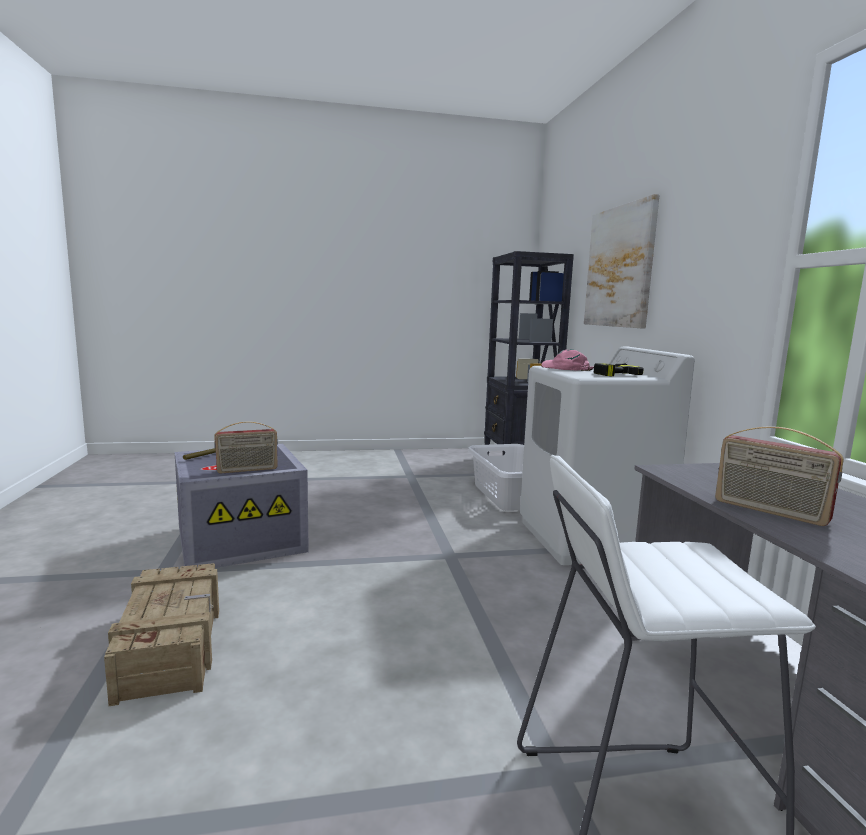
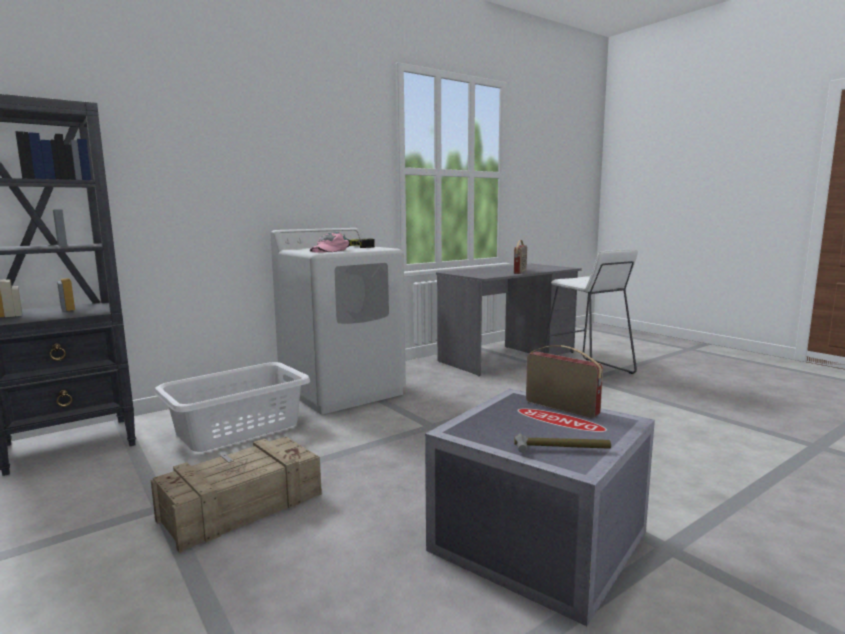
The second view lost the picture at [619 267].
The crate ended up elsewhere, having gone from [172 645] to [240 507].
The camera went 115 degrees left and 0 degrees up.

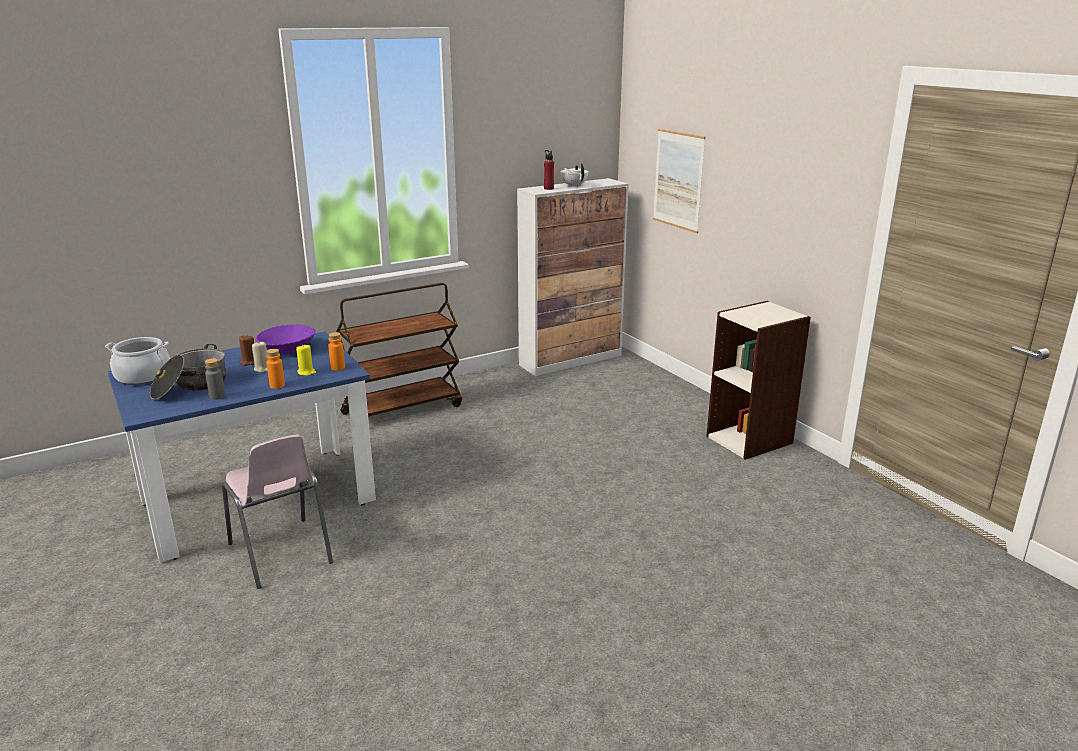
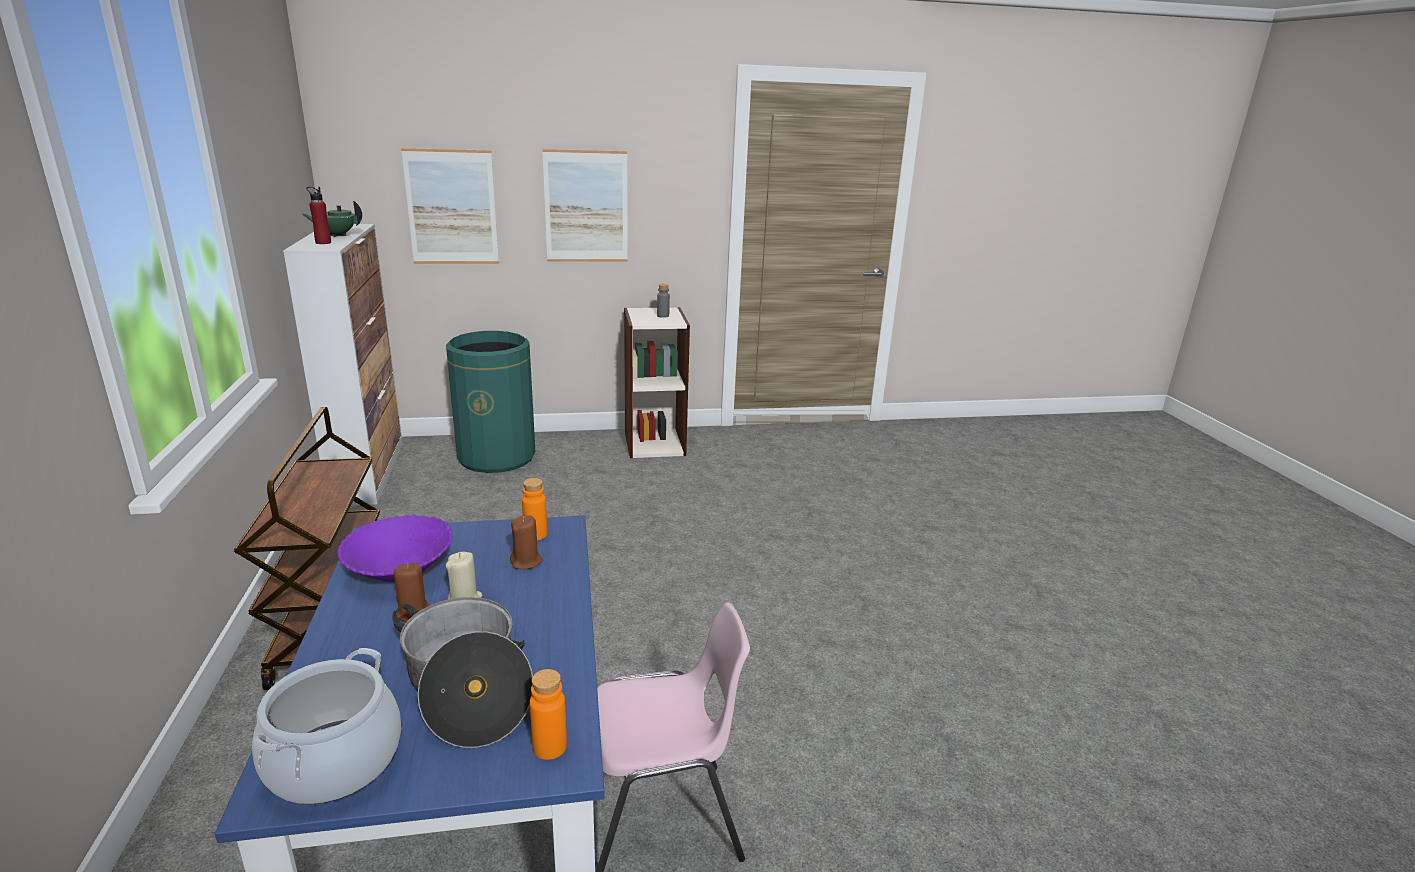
The second view gained the green trash can at [497 457].
The second view gained the picture at [586 207].
The grey bottle ended up elsewhere, having gone from [217 396] to [663 316].
The orange bottle ended up elsewhere, having gone from [277 385] to [549 747].
What was the yellow candle at [306 372] turned into the brown candle at [526 562].
What was the white teapot at [574 186] turned into the green teapot at [336 235].
The camera went 70 degrees left and 0 degrees up.

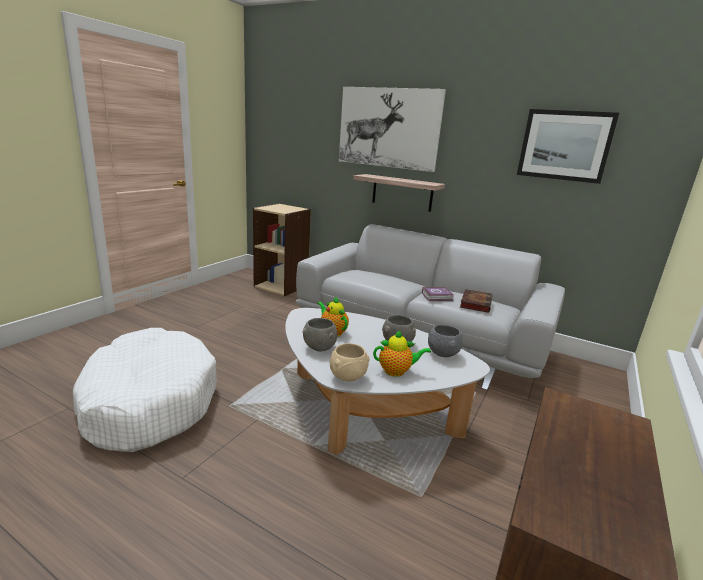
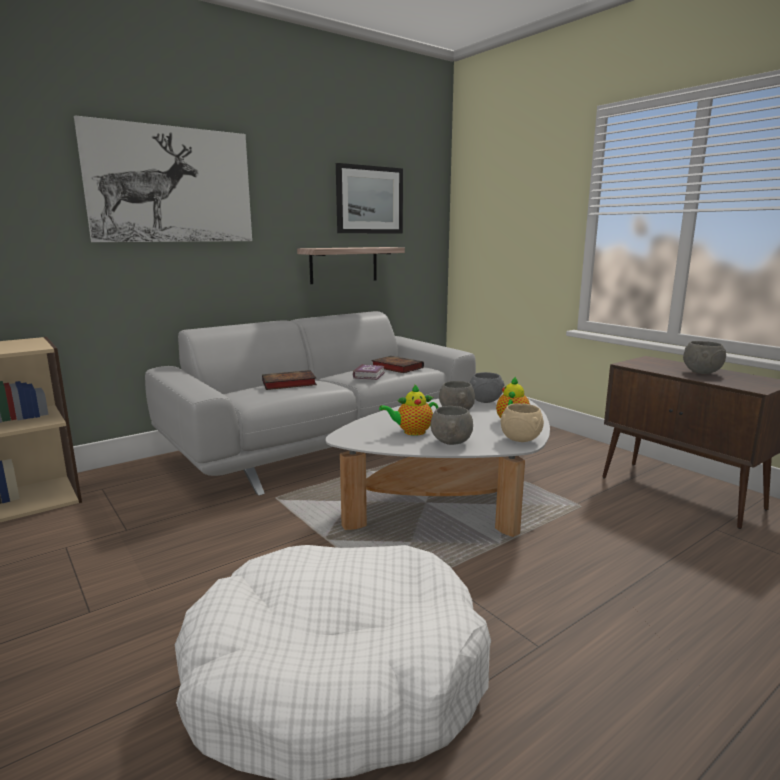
The second view gained the book at [287 384].
The second view gained the grey bowl at [700 373].
The shelf ended up elsewhere, having gone from [402 192] to [344 265].
The camera went 65 degrees left and 5 degrees down.

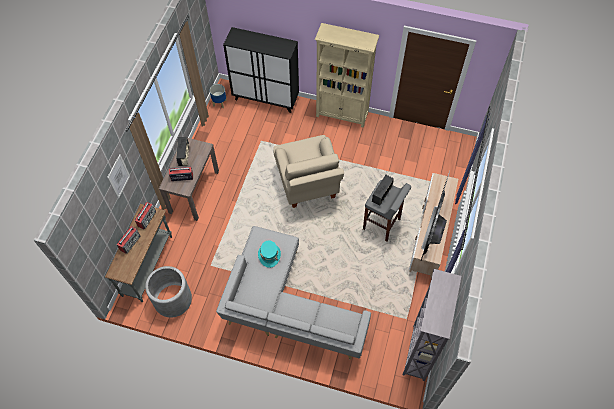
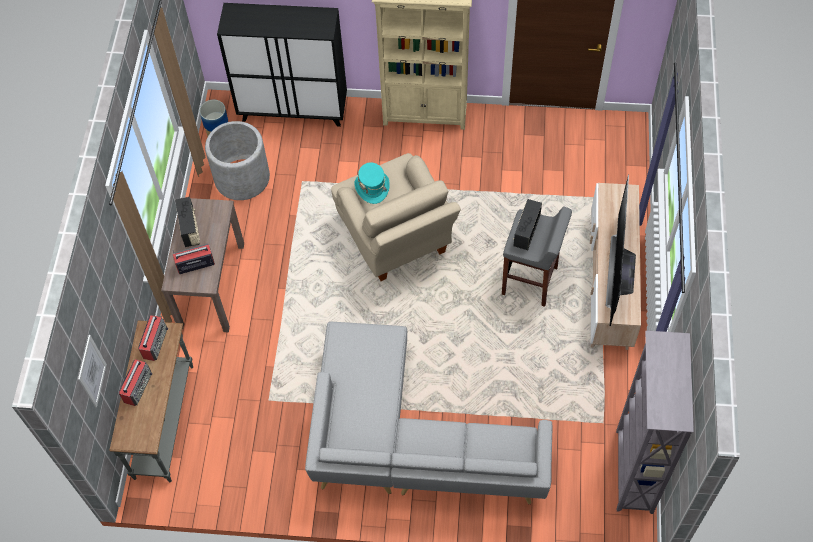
The picture ended up elsewhere, having gone from [118 176] to [92 371].
The grey planter ended up elsewhere, having gone from [173 299] to [242 178].
The turquoise hat ended up elsewhere, having gone from [269 255] to [372 187].
The camera went 10 degrees left and 0 degrees up.

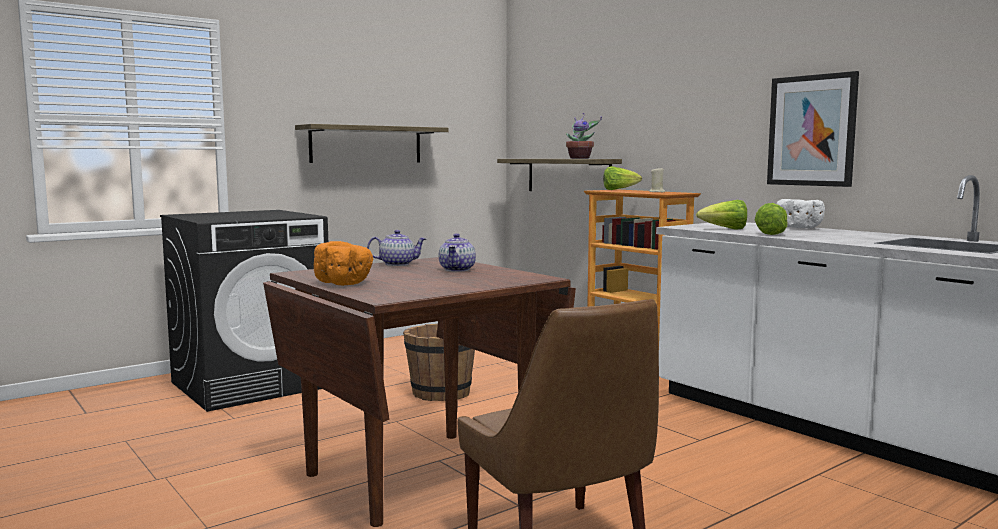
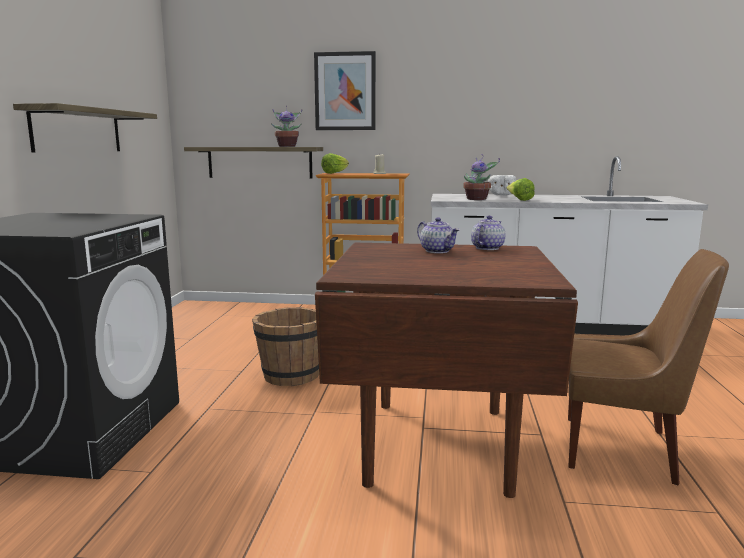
The second view lost the orange bowl at [344 283].
The teapot ended up elsewhere, having gone from [397 264] to [487 248].
The picture ended up elsewhere, having gone from [812 130] to [345 91].
Where the lettuce stood at [725 229], the potted plant came to stand at [477 199].
The camera went 45 degrees left and 5 degrees up.

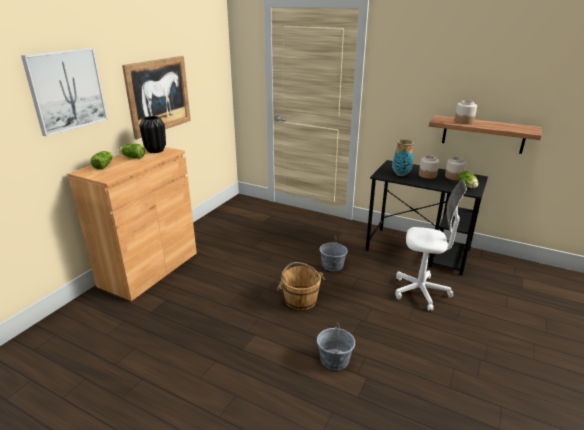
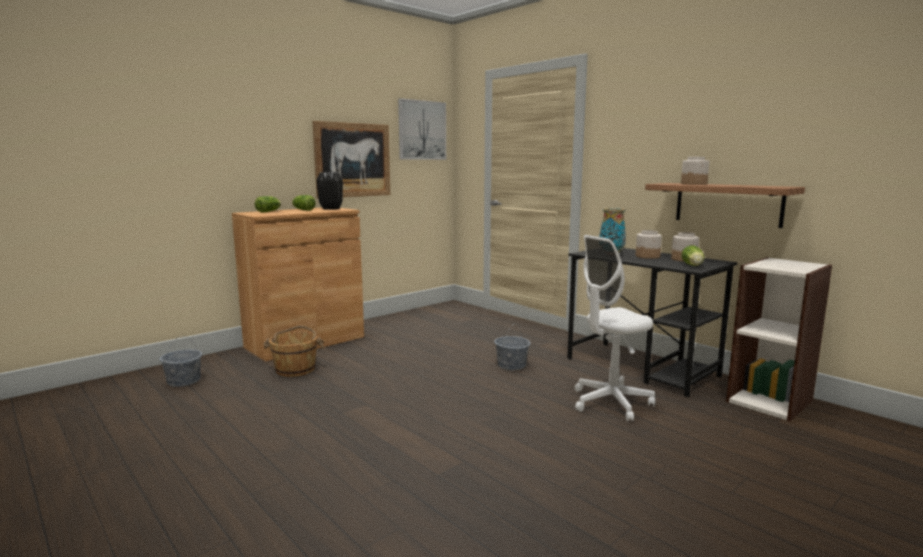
The second view gained the bookcase at [770 400].
The picture ended up elsewhere, having gone from [67 90] to [422 130].
The brown bucket ended up elsewhere, having gone from [300 299] to [296 369].
The grey bucket ended up elsewhere, having gone from [334 359] to [184 381].
The white office chair at [421 292] ended up facing another way, 120 degrees clockwise from before.
The camera went 20 degrees right and 15 degrees down.

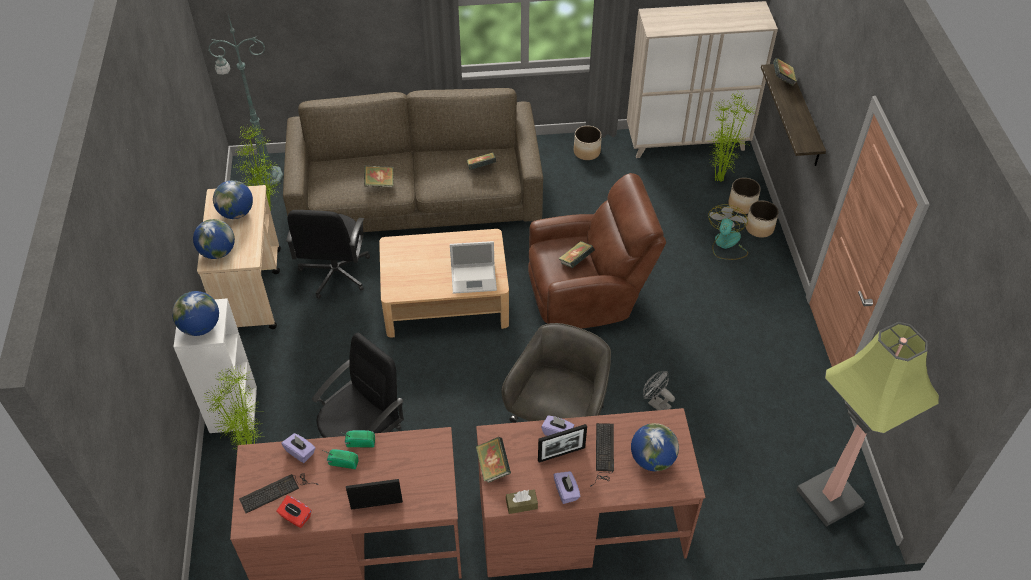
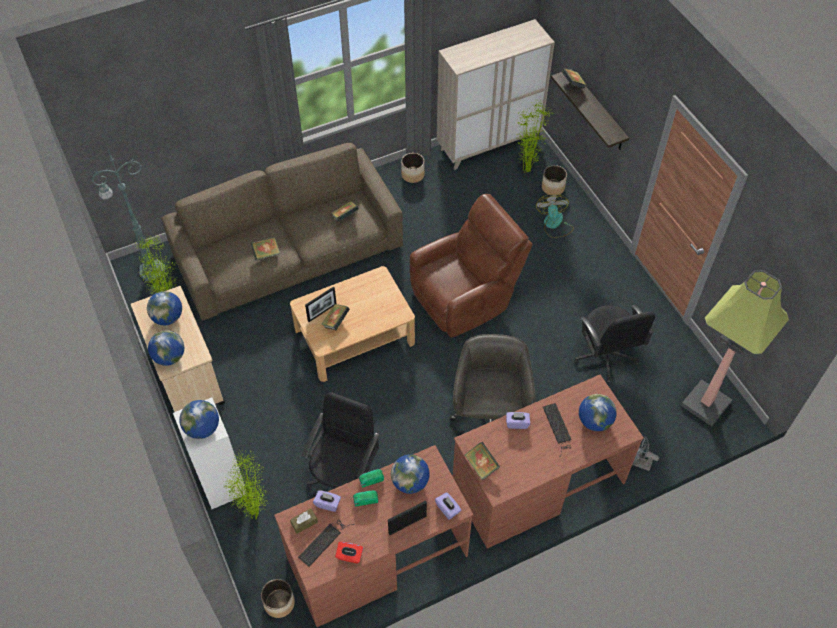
The second view lost the laptop at [474 278].
The second view gained the globe at [410 482].
The black office chair ended up elsewhere, having gone from [335 273] to [605 356].
The brown tissue box ended up elsewhere, having gone from [521 504] to [304 523].
The picture frame ended up elsewhere, having gone from [561 454] to [322 312].
The purple tissue box ended up elsewhere, having gone from [566 492] to [448 509].
The book ended up elsewhere, having gone from [576 261] to [336 322].
The grey fan ended up elsewhere, having gone from [656 403] to [638 463].
The planter ended up elsewhere, having gone from [759 228] to [279 603].
The camera went 20 degrees left and 5 degrees up.

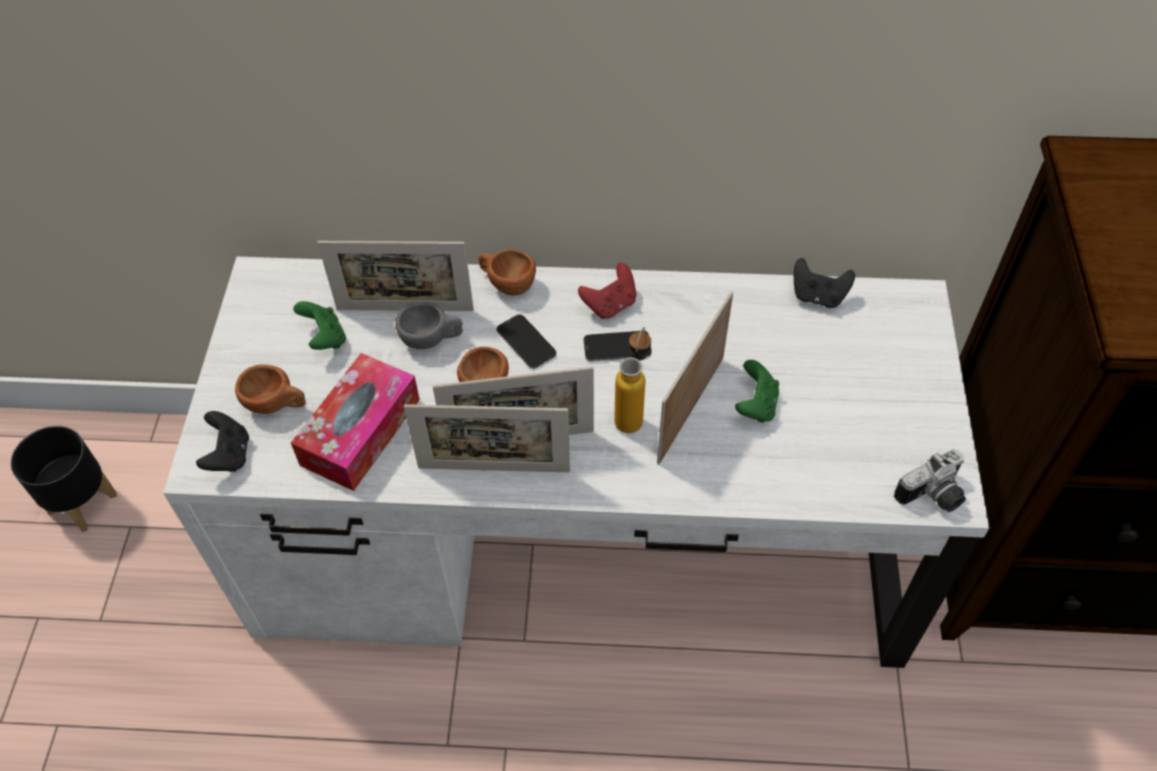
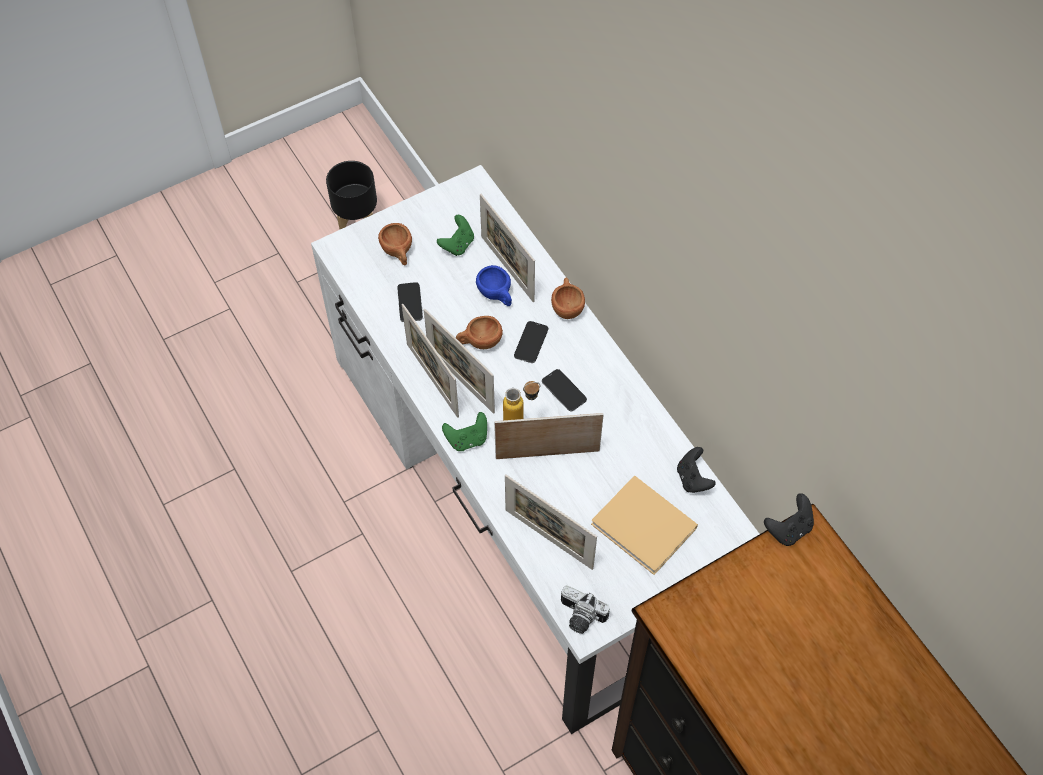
The second view lost the red game controller at [610 305].
The second view gained the picture frame at [548 539].
The second view gained the beige book at [646 528].
The black game controller ended up elsewhere, having gone from [229 455] to [788 529].
The green game controller ended up elsewhere, having gone from [756 405] to [467 439].
Where the tissue box stood at [360 432], the phone came to stand at [410 303].
What was the grey cup at [431 339] turned into the blue cup at [496 295].
The camera went 55 degrees right and 5 degrees up.

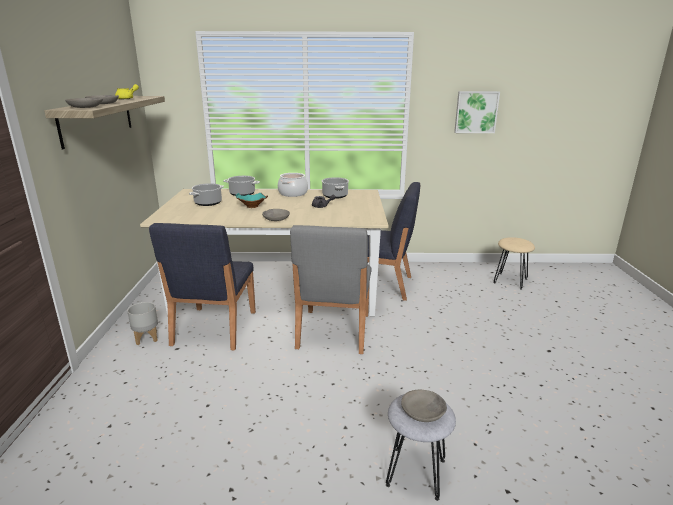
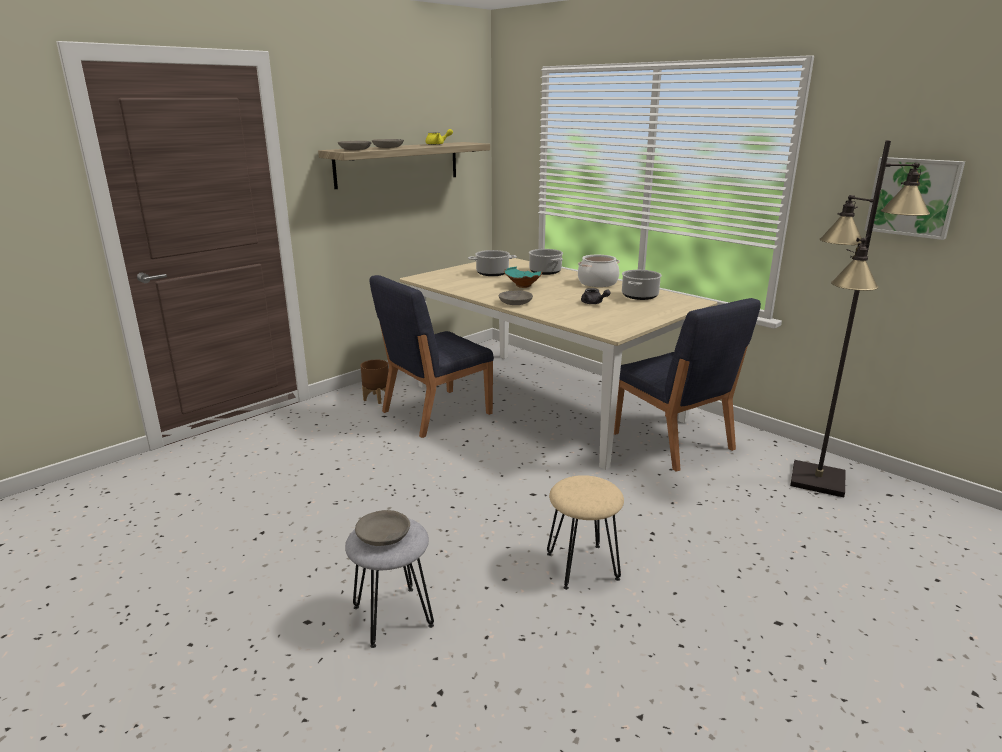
The second view lost the grey chair at [333 331].
The second view gained the black floor lamp at [818 480].
The beige stool ended up elsewhere, having gone from [510 281] to [582 566].
What was the grey planter at [146 338] turned into the brown planter at [377 398].
The camera went 45 degrees right and 0 degrees up.

